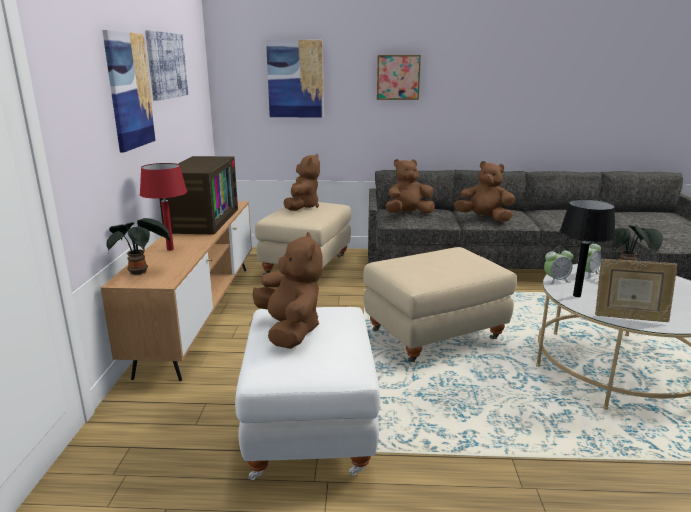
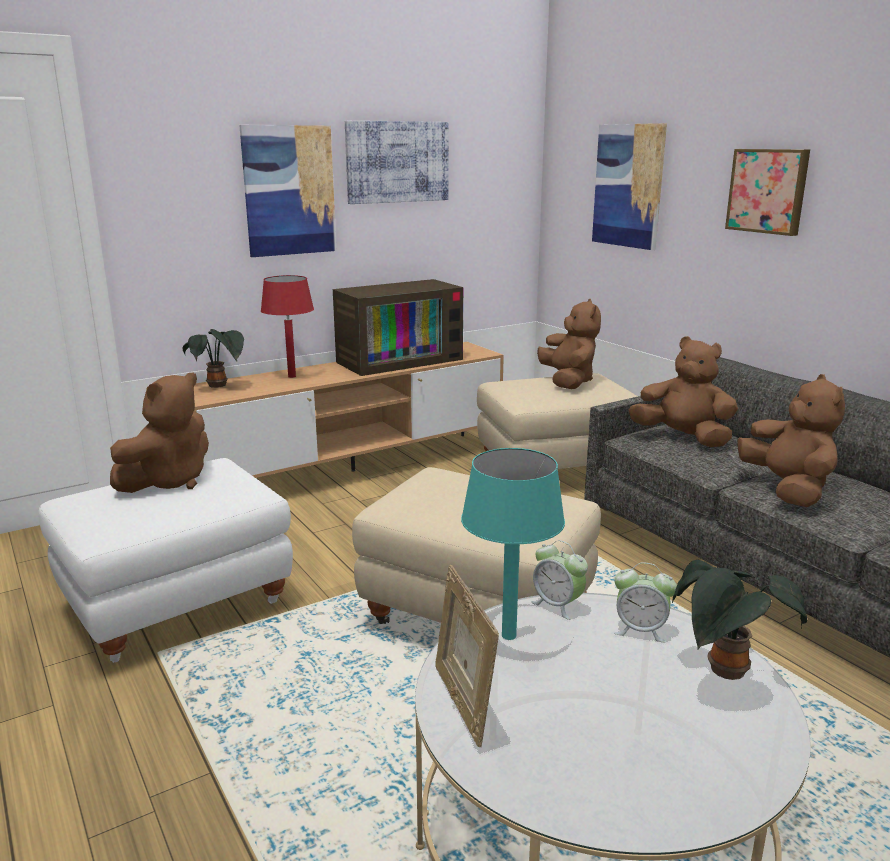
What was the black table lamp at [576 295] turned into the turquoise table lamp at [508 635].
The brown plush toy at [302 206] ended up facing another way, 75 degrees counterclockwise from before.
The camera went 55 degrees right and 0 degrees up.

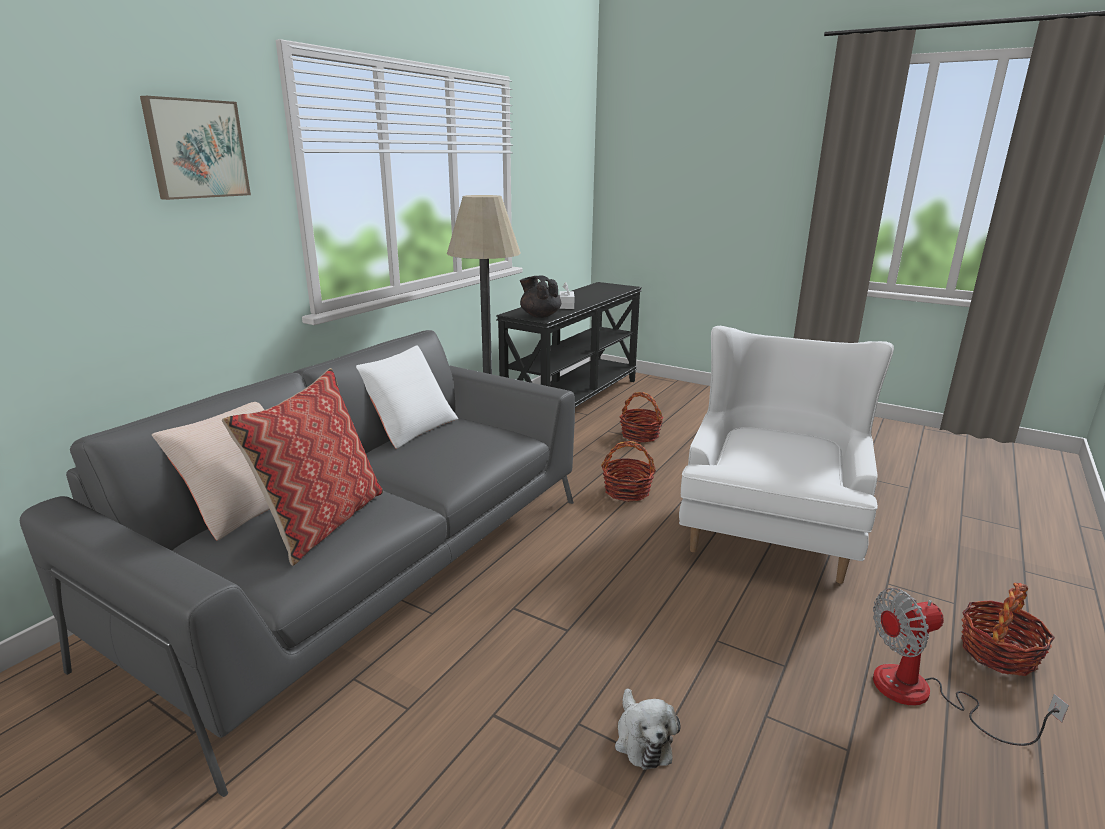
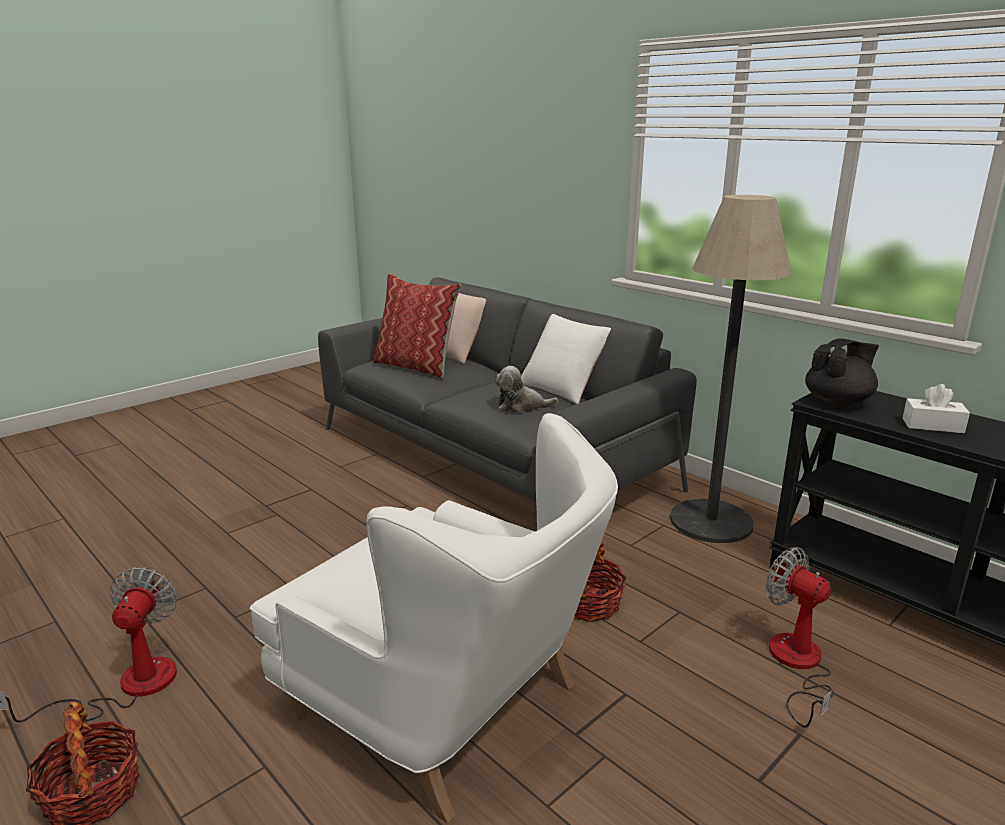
The second view lost the picture at [196 149].
The plush toy ended up elsewhere, having gone from [642 739] to [521 406].
Where the basket stood at [640 435], the fan came to stand at [797 665].
The camera went 105 degrees right and 0 degrees up.

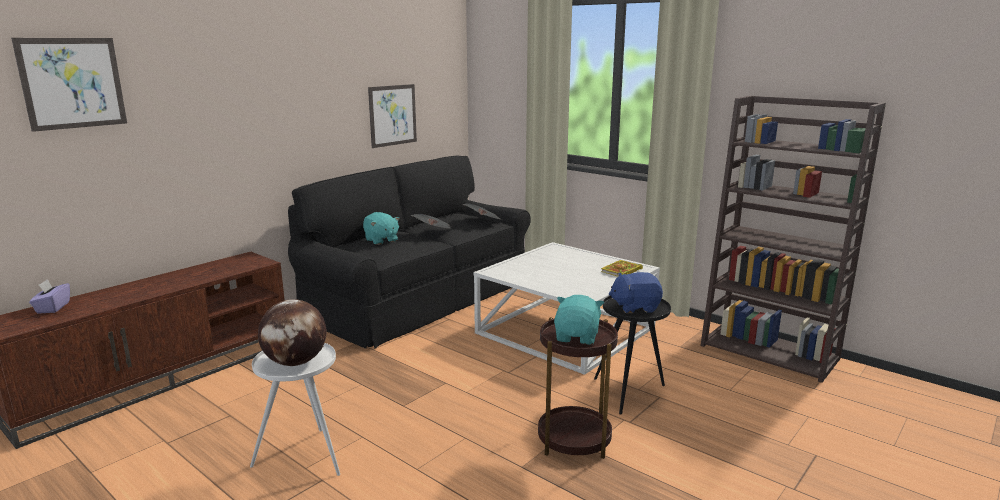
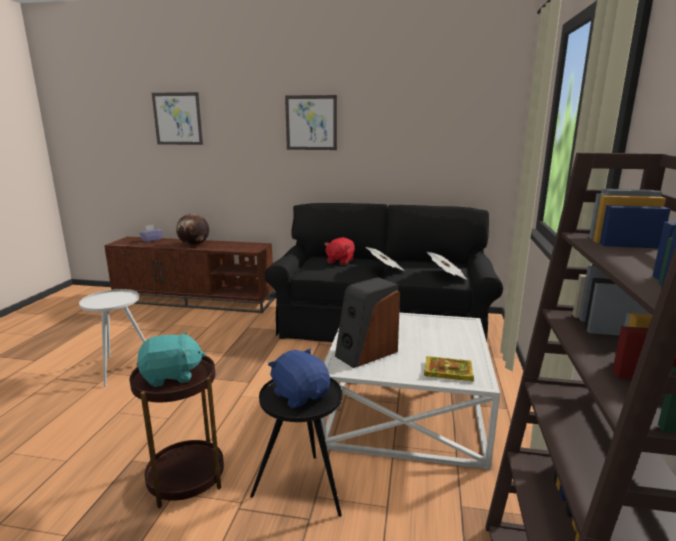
The second view gained the speaker at [366 353].
The globe ended up elsewhere, having gone from [296 362] to [194 245].
The picture ended up elsewhere, having gone from [392 115] to [311 123].
What was the turquoise plush toy at [381 240] turned into the red plush toy at [340 261].
The camera went 60 degrees right and 0 degrees up.

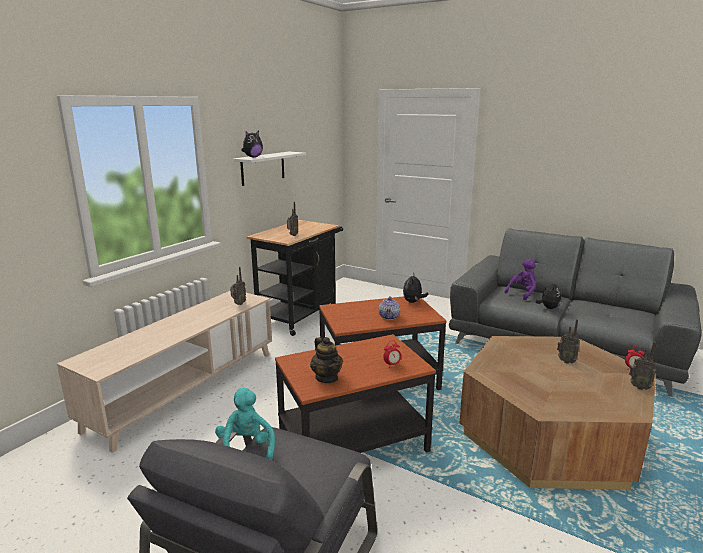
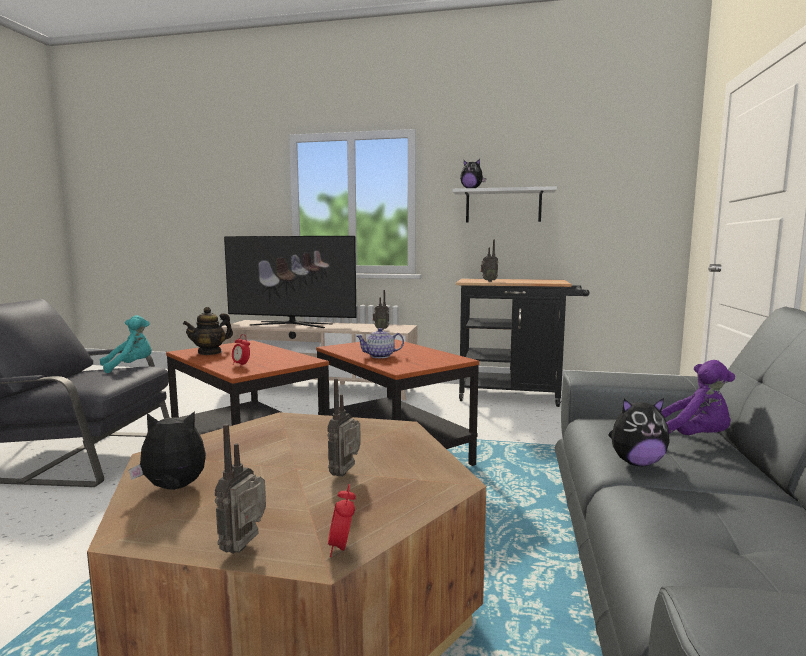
The second view gained the television at [291 324].
The plush toy ended up elsewhere, having gone from [413 302] to [174 489].
The camera went 70 degrees right and 10 degrees down.

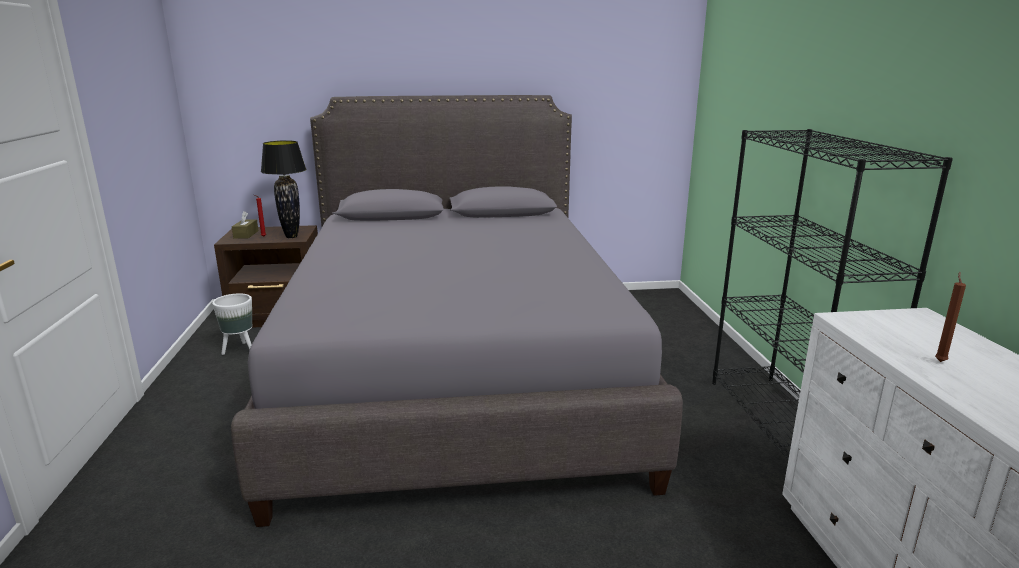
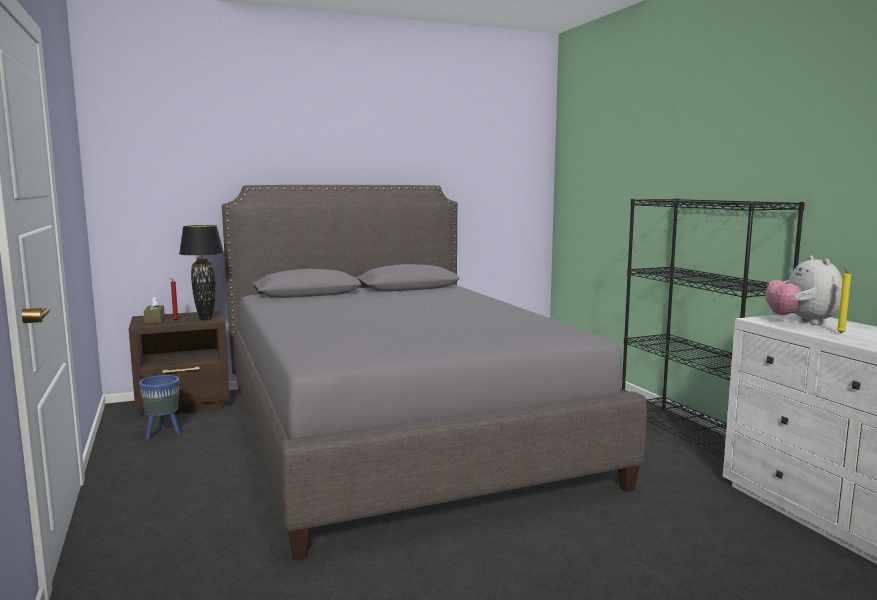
The second view gained the plush toy at [802 322].
What was the white planter at [240 350] turned into the blue planter at [163 434].
What was the brown candle at [940 361] turned into the yellow candle at [840 333].
The camera went 15 degrees left and 10 degrees down.

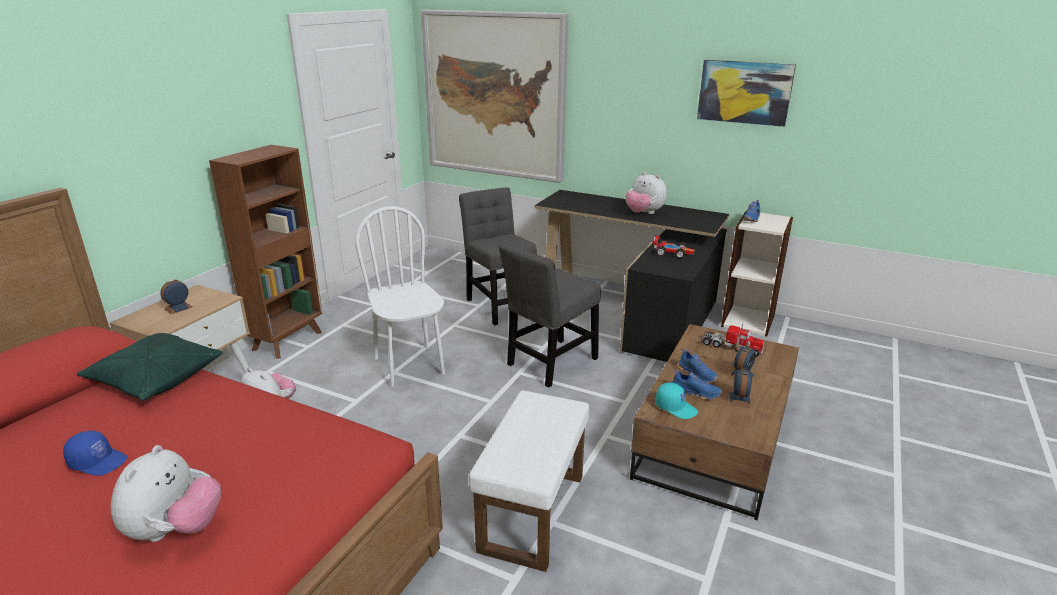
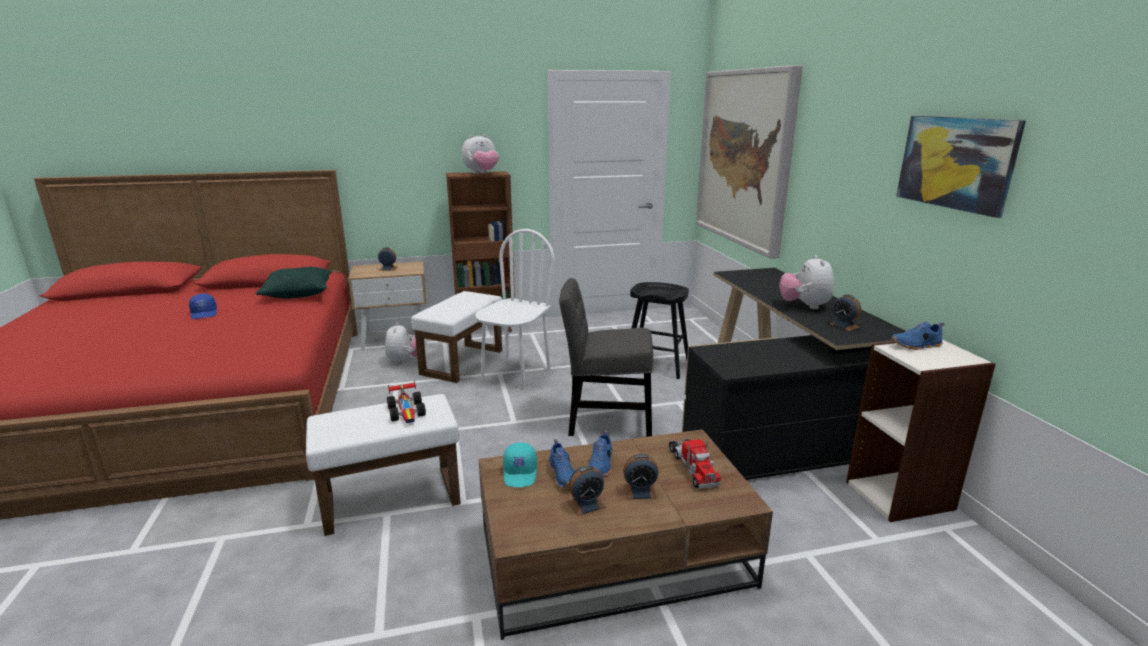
The second view gained the white ottoman at [462 362].
The second view gained the alarm clock at [844 325].
The plush toy ended up elsewhere, having gone from [176 530] to [481 173].
The toy car ended up elsewhere, having gone from [671 253] to [407 411].
Where the grey chair stood at [499 305], the black stool came to stand at [656 365].
The camera went 50 degrees right and 5 degrees down.

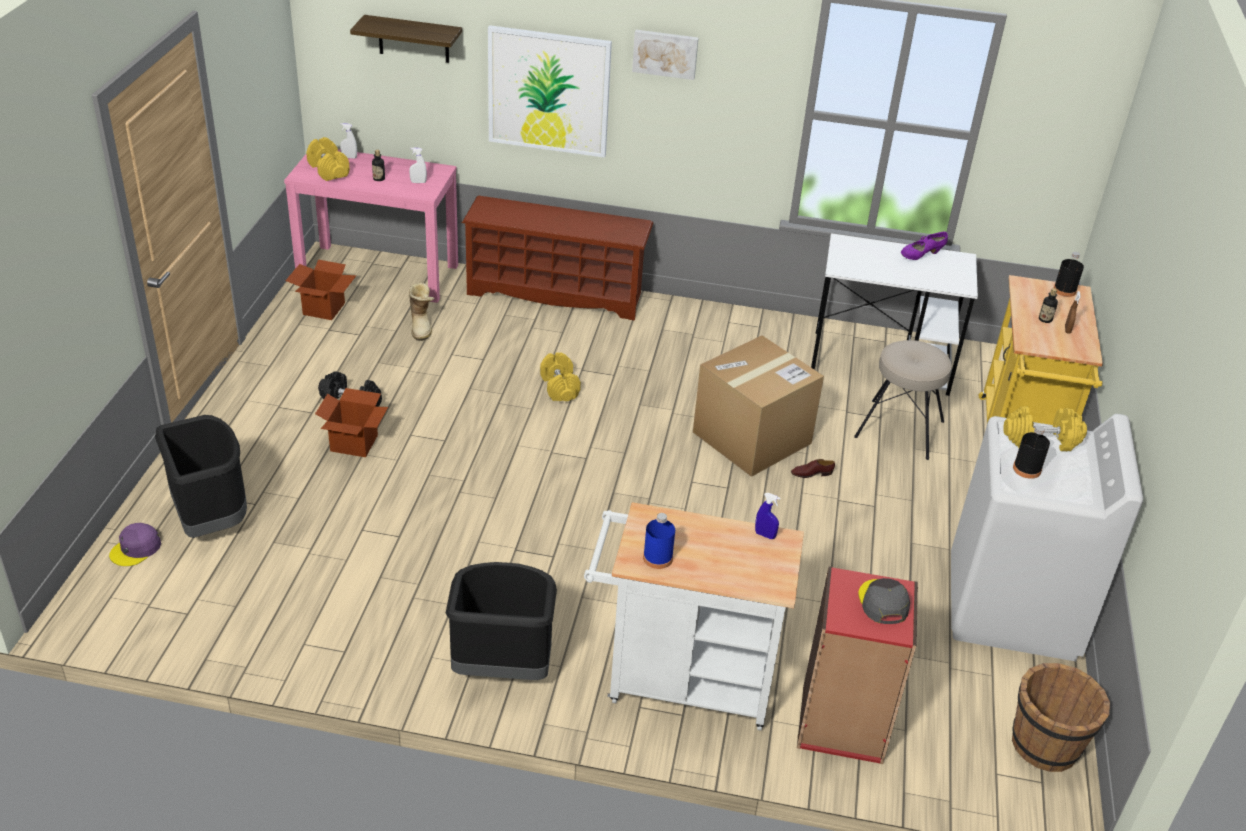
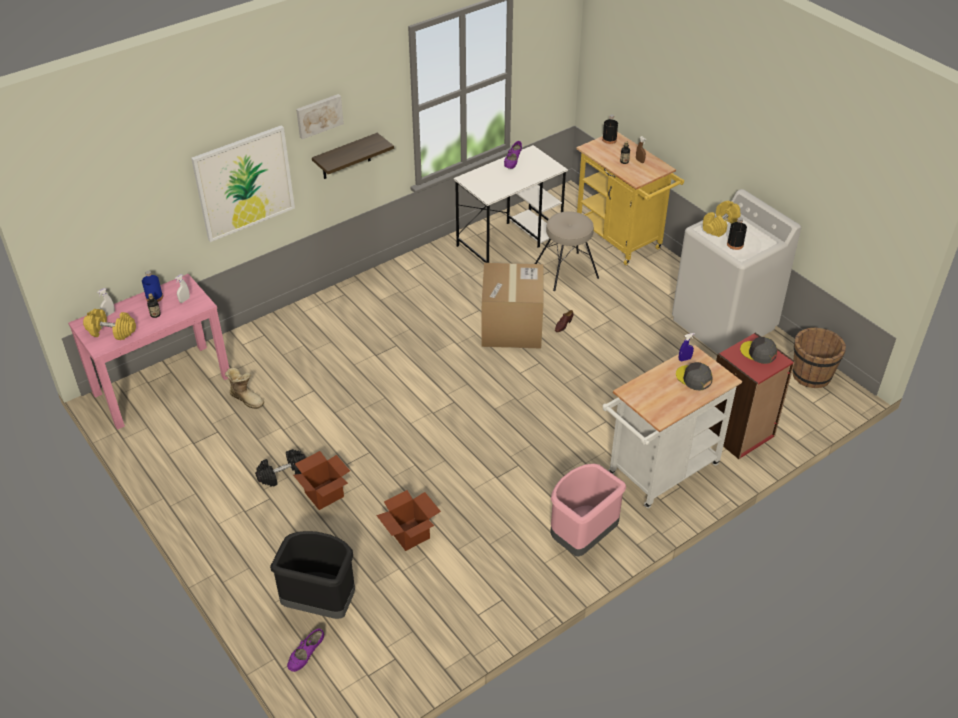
The second view lost the brown shoe rack at [557 293].
The second view lost the yellow dumbbell at [560 387].
The second view gained the grey cap at [693 378].
The cardboard box ended up elsewhere, having gone from [323 308] to [409 534].
The shelf ended up elsewhere, having gone from [413 39] to [346 157].
The blue bottle ended up elsewhere, having gone from [657 558] to [154 297].
Where the purple cap stood at [136 549], the purple shoe came to stand at [306 656].
What was the black trash can at [502 668] turned into the pink trash can at [581 538].
The camera went 45 degrees left and 5 degrees up.

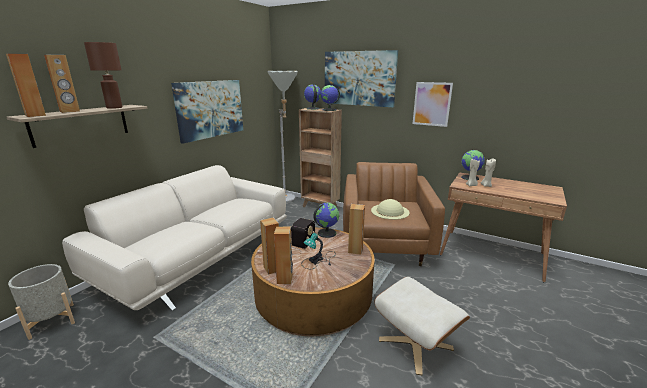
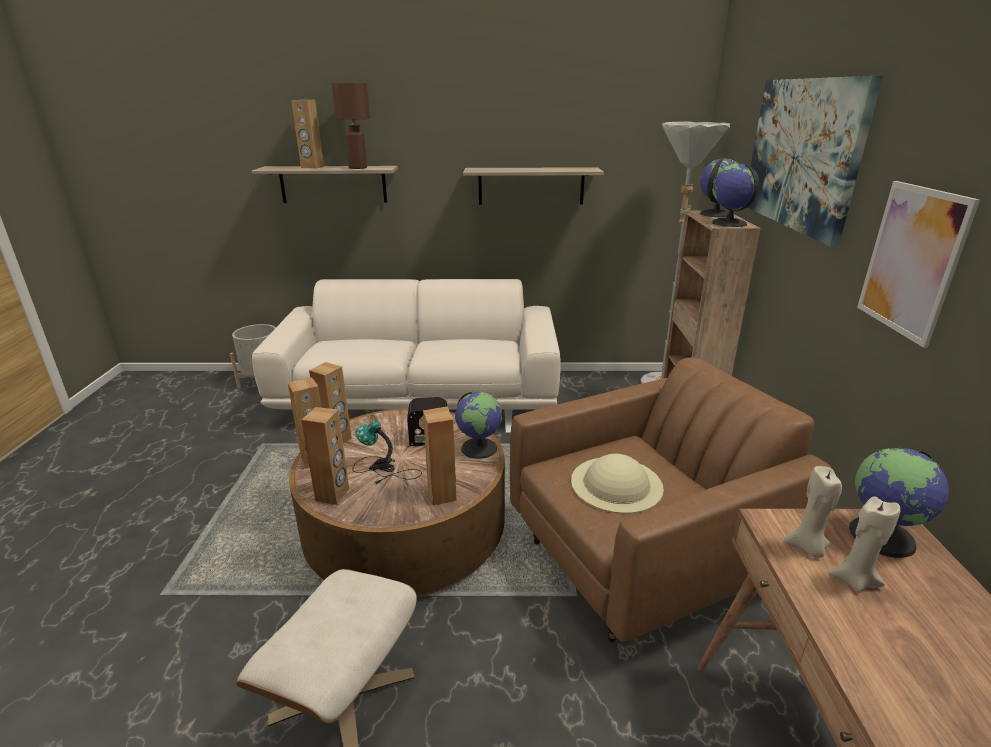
The brown speaker ended up elsewhere, having gone from [36 115] to [333 495].
Where the picture hung at [210 109], the shelf came to hang at [531 186].
The camera went 60 degrees right and 5 degrees up.

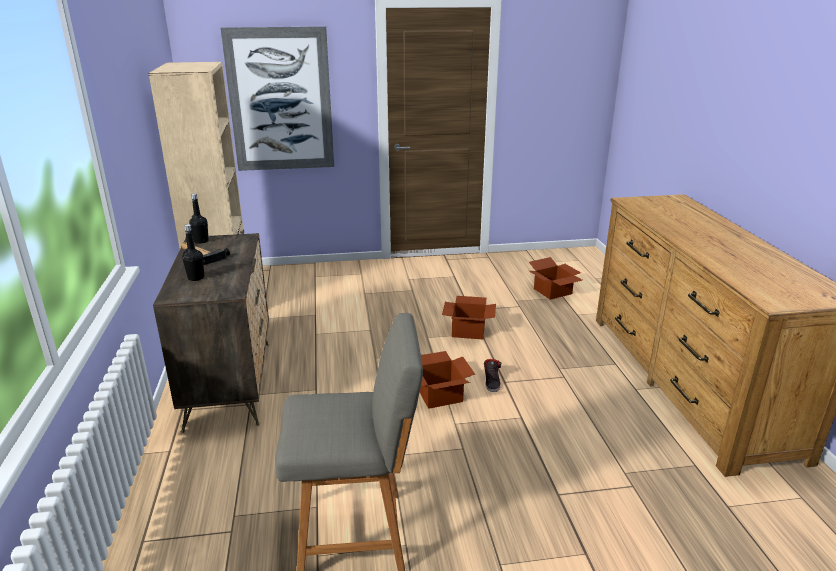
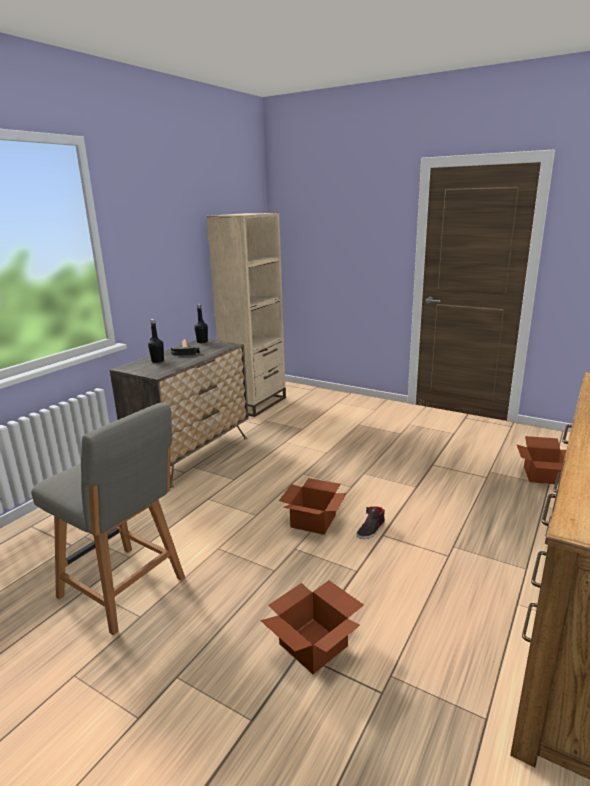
The second view lost the picture at [280 100].
The cardboard box ended up elsewhere, having gone from [469 330] to [315 644].
The camera went 40 degrees right and 5 degrees down.

